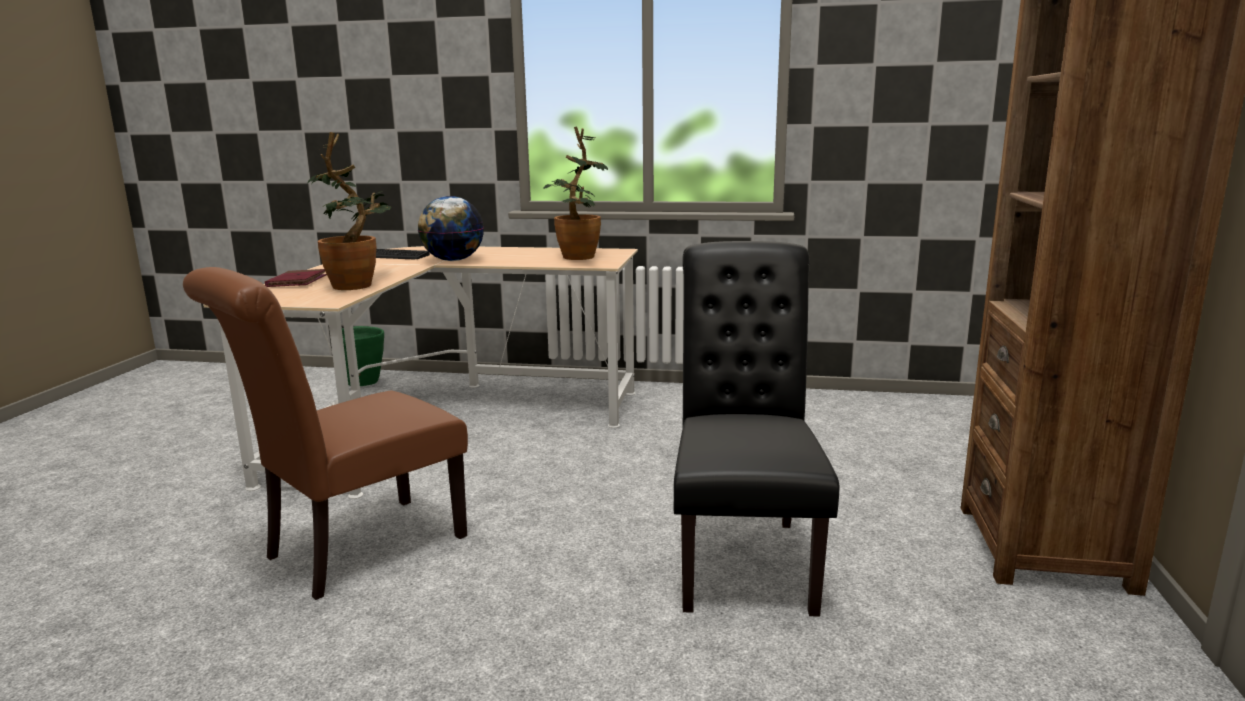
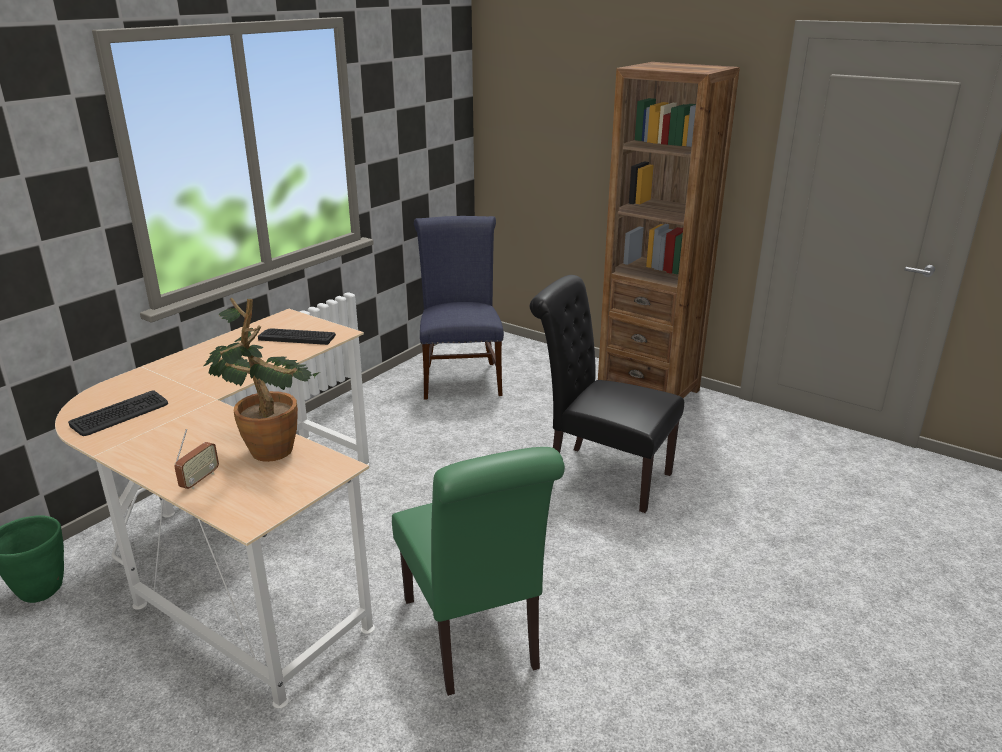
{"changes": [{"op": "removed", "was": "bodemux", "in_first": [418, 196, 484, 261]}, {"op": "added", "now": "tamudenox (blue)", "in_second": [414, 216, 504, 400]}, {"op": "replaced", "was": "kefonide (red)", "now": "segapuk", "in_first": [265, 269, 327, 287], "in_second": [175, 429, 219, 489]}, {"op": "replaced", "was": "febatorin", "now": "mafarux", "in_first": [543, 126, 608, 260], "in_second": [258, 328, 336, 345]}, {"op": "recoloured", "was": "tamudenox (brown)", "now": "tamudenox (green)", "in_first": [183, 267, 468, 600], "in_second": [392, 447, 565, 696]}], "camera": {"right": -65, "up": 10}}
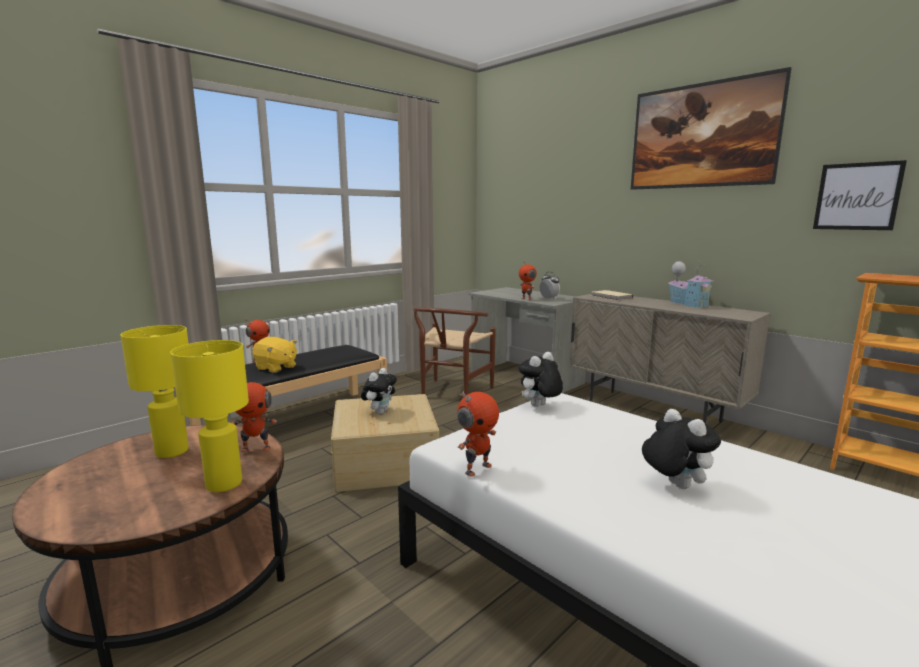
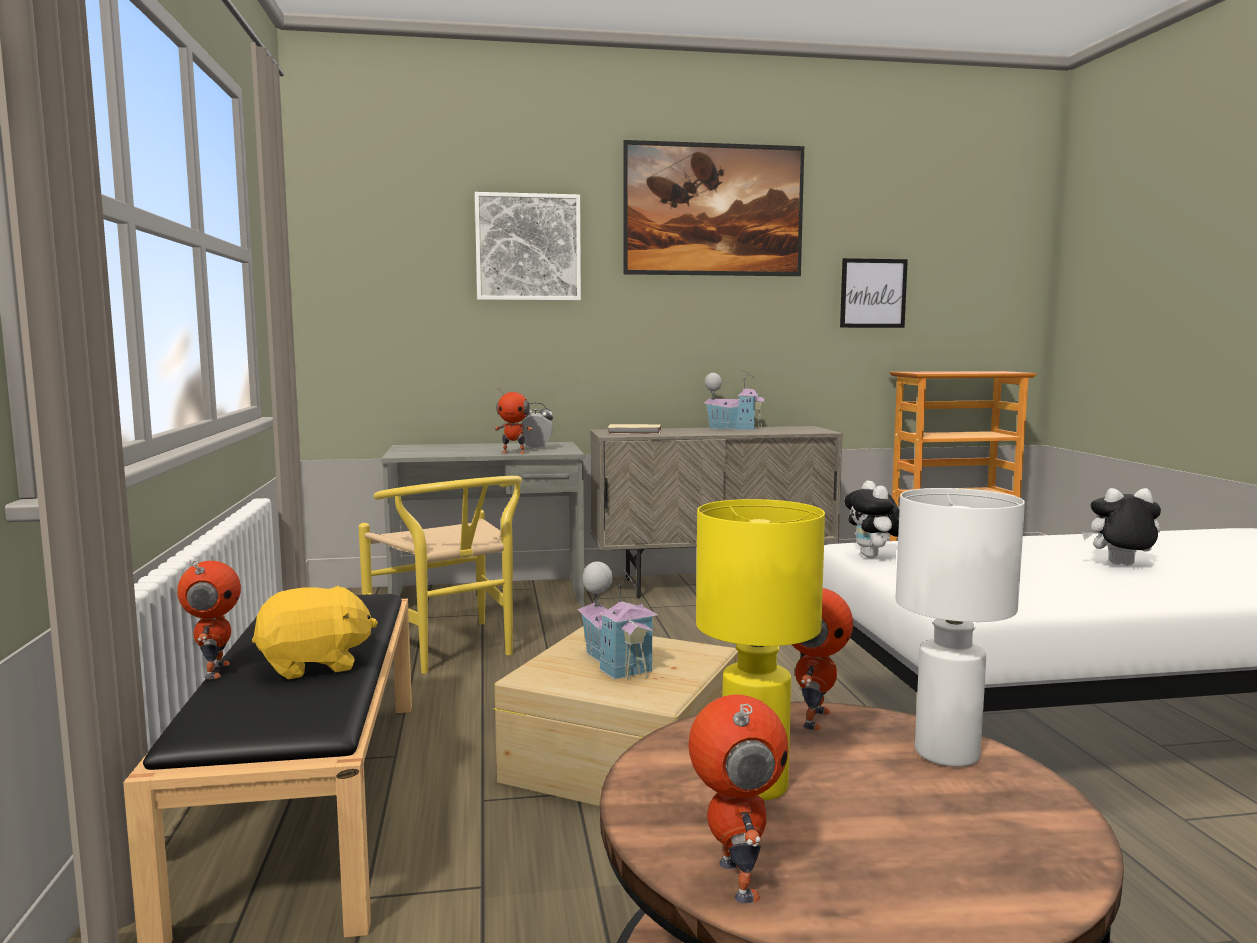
{"changes": [{"op": "added", "now": "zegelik", "in_second": [475, 192, 581, 301]}, {"op": "moved", "was": "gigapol", "in_first": [457, 390, 499, 477], "in_second": [688, 695, 788, 904]}, {"op": "replaced", "was": "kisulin", "now": "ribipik", "in_first": [361, 368, 397, 414], "in_second": [577, 562, 658, 680]}, {"op": "recoloured", "was": "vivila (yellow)", "now": "vivila (white)", "in_first": [170, 340, 249, 492], "in_second": [896, 488, 1025, 767]}, {"op": "recoloured", "was": "tamudenox (brown)", "now": "tamudenox (yellow)", "in_first": [413, 307, 496, 396], "in_second": [359, 476, 522, 674]}], "camera": {"right": -55, "up": -5}}
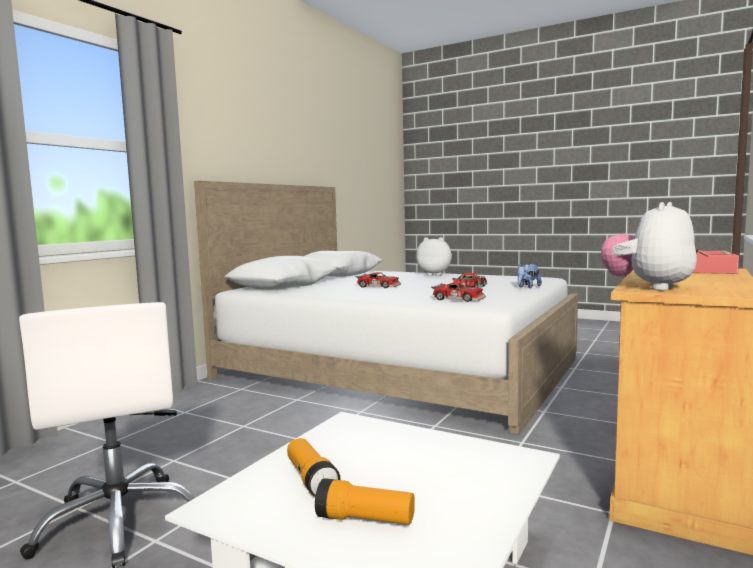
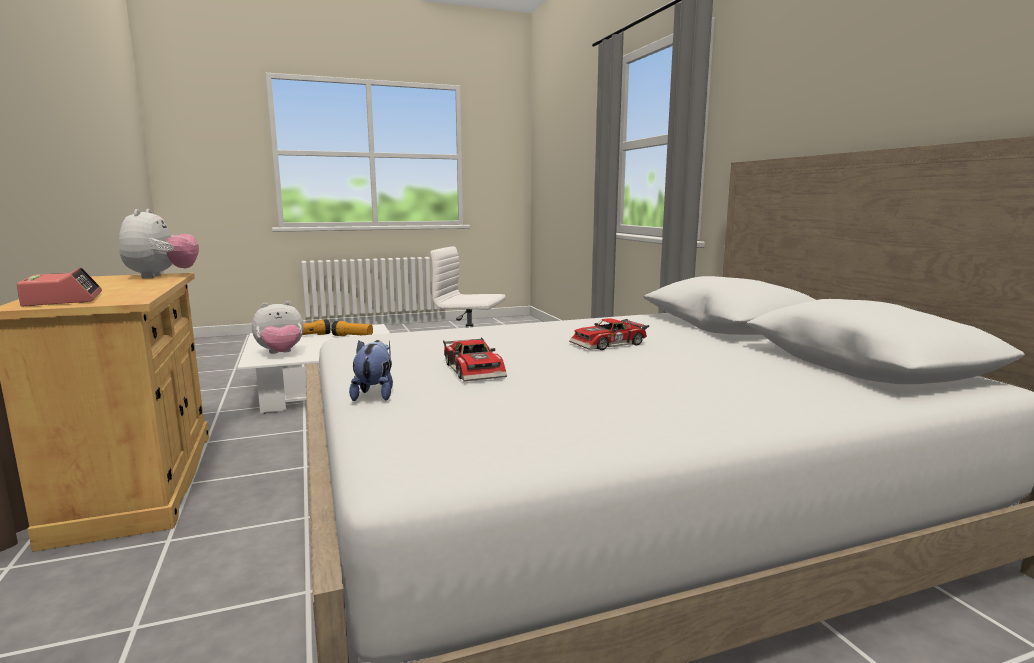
{"changes": [{"op": "removed", "was": "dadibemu", "in_first": [431, 282, 486, 302]}, {"op": "moved", "was": "kisulin", "in_first": [416, 237, 452, 276], "in_second": [252, 301, 304, 354]}], "camera": {"right": 130, "up": 5}}
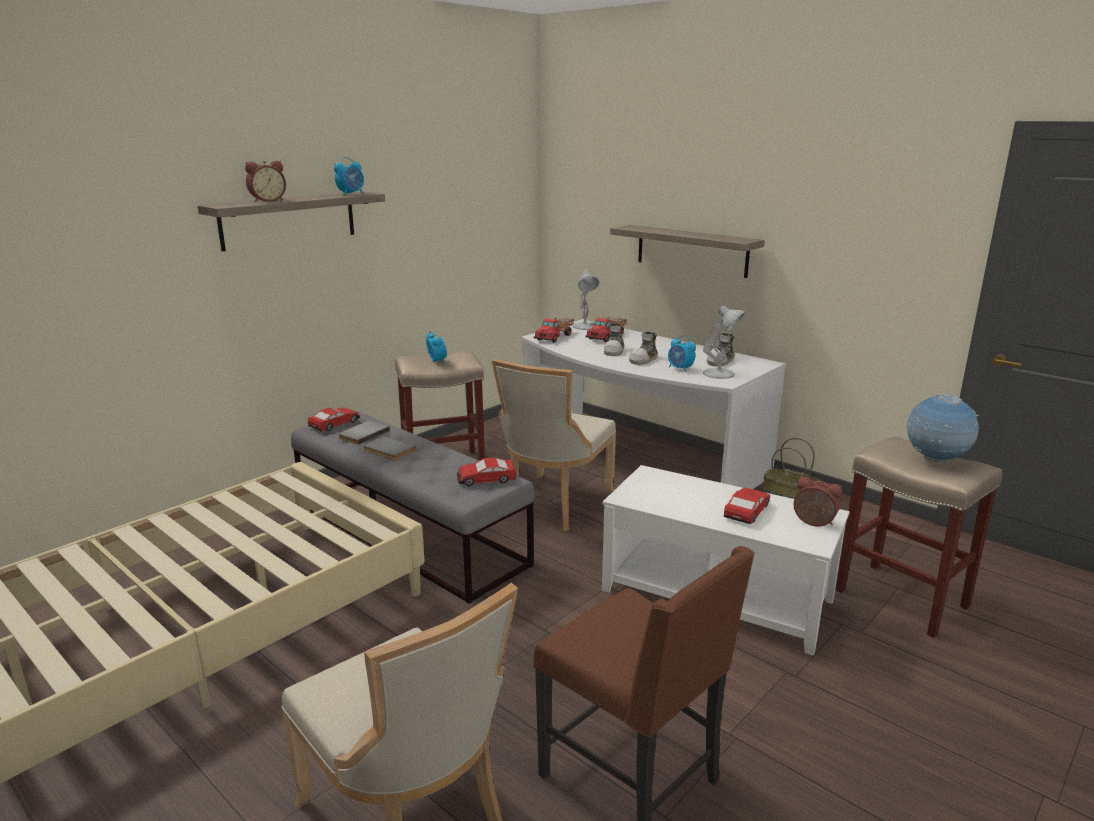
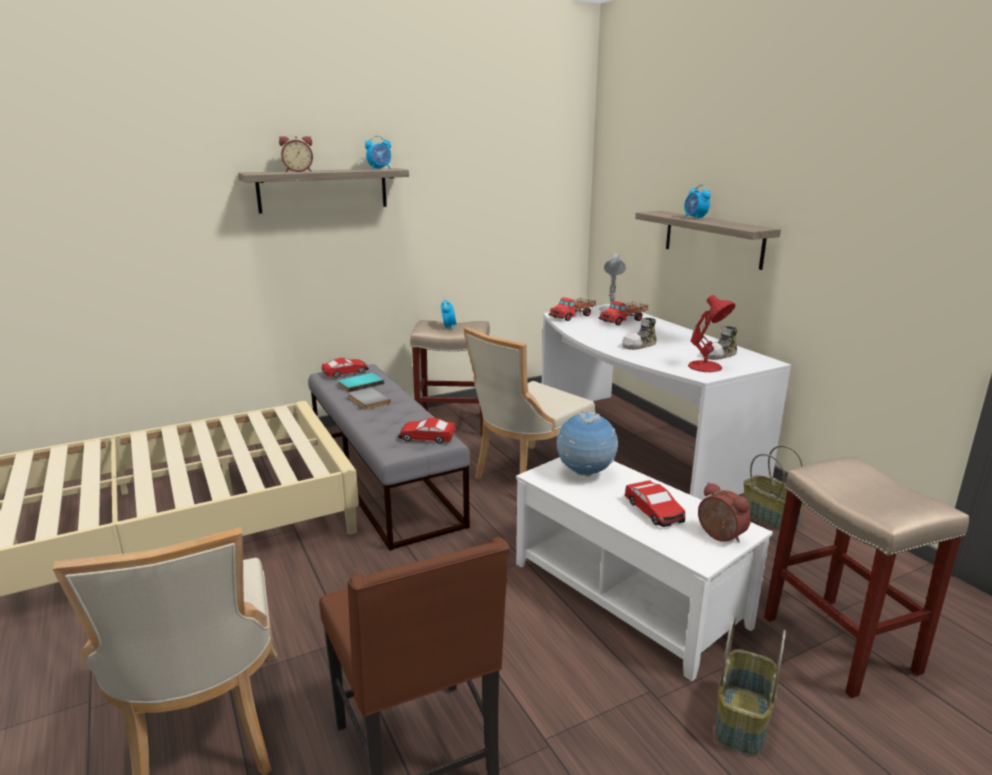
{"changes": [{"op": "removed", "was": "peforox", "in_first": [604, 324, 624, 356]}, {"op": "added", "now": "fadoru", "in_second": [715, 616, 786, 756]}, {"op": "moved", "was": "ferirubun", "in_first": [668, 335, 696, 372], "in_second": [684, 184, 711, 220]}, {"op": "moved", "was": "bodemux", "in_first": [907, 394, 979, 462], "in_second": [557, 411, 618, 476]}, {"op": "recoloured", "was": "kefonide (grey)", "now": "kefonide (turquoise)", "in_first": [338, 421, 390, 445], "in_second": [338, 373, 384, 392]}, {"op": "recoloured", "was": "vivila (white)", "now": "vivila (red)", "in_first": [703, 306, 745, 379], "in_second": [688, 295, 736, 372]}, {"op": "turned", "was": "dadibemu", "in_first": [723, 488, 770, 524], "in_second": [625, 480, 685, 527], "clockwise": 105}], "camera": {"right": 20, "up": 0}}
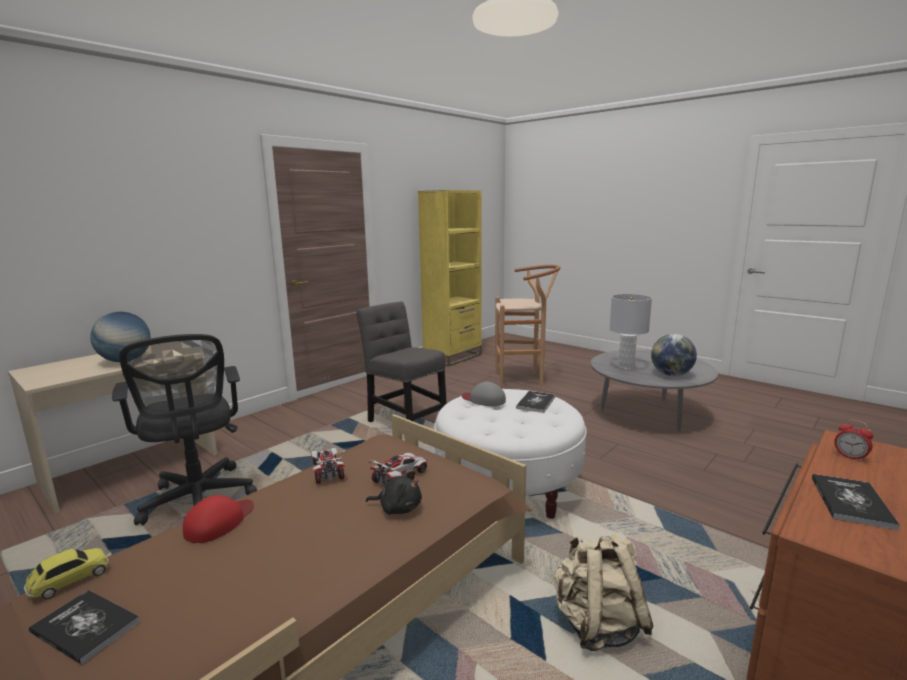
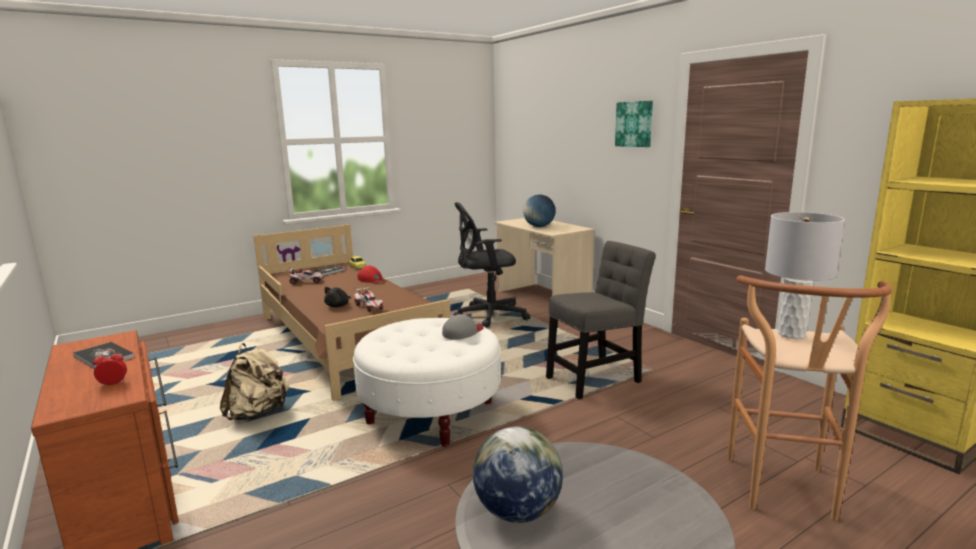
{"changes": [{"op": "removed", "was": "kefonide", "in_first": [516, 391, 555, 413]}, {"op": "added", "now": "zegelik", "in_second": [615, 101, 653, 147]}, {"op": "moved", "was": "dadibemu", "in_first": [310, 448, 345, 484], "in_second": [286, 267, 324, 284]}, {"op": "moved", "was": "vivila (grey)", "in_first": [609, 294, 652, 370], "in_second": [765, 212, 845, 339]}], "camera": {"right": 105, "up": 0}}
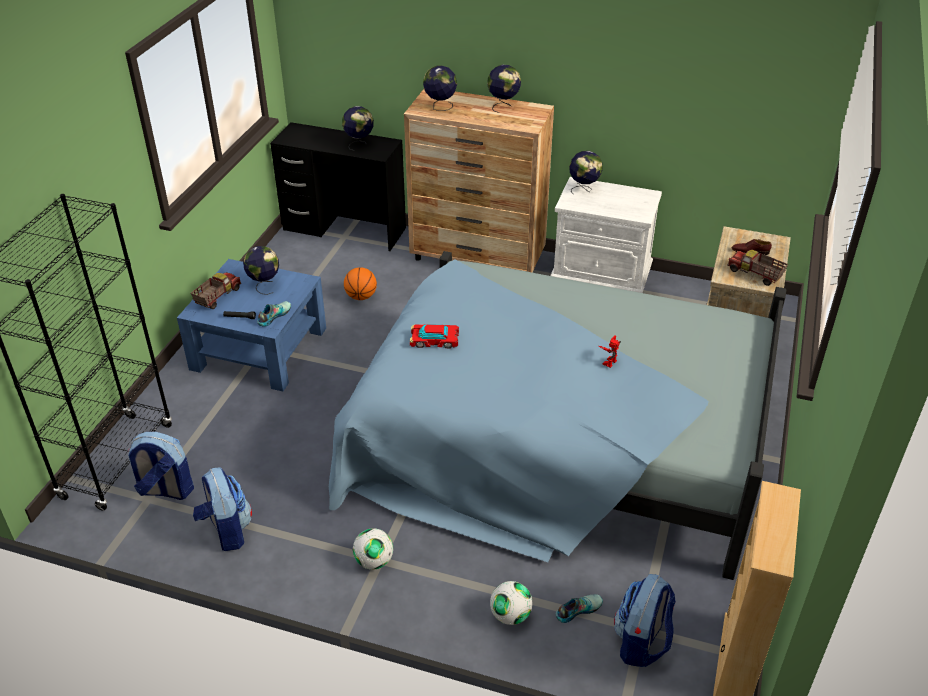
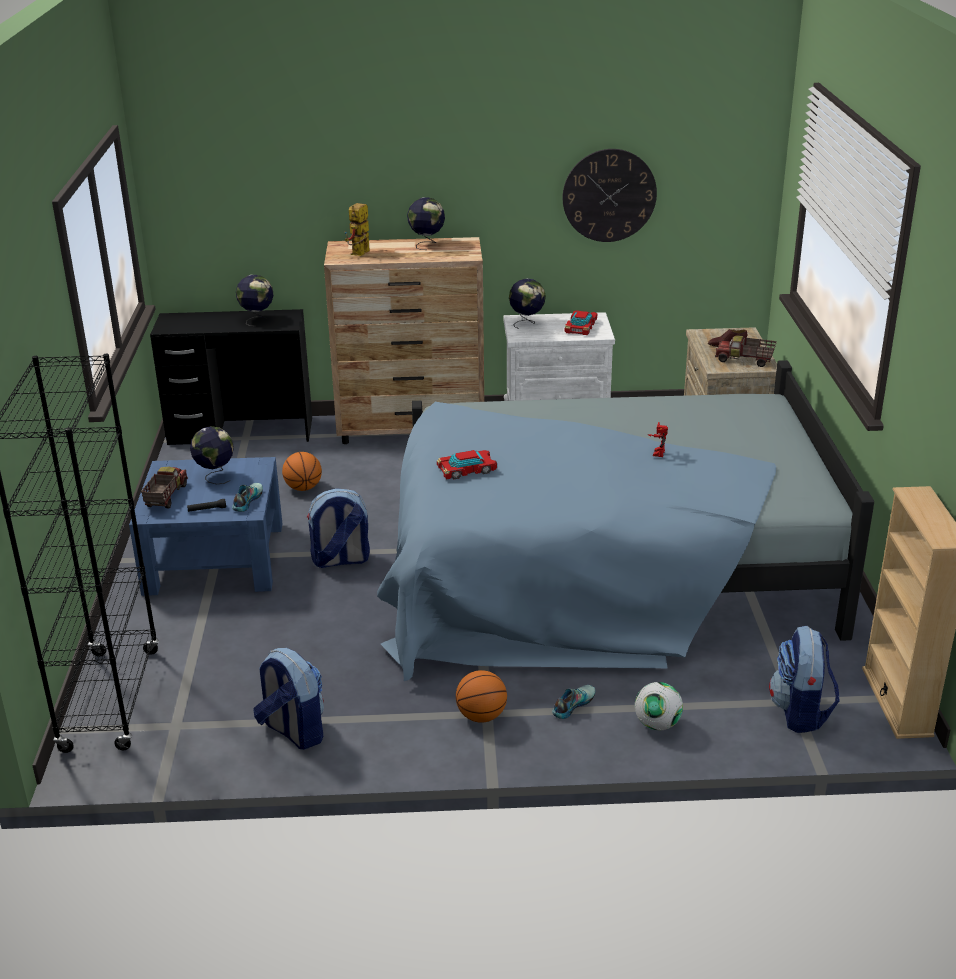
{"changes": [{"op": "added", "now": "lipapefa", "in_second": [563, 149, 657, 242]}, {"op": "added", "now": "dadibemu", "in_second": [565, 310, 597, 335]}, {"op": "moved", "was": "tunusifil", "in_first": [127, 432, 194, 500], "in_second": [307, 488, 370, 568]}, {"op": "moved", "was": "peforox", "in_first": [556, 594, 603, 623], "in_second": [552, 685, 595, 719]}, {"op": "replaced", "was": "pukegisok", "now": "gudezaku", "in_first": [353, 528, 393, 570], "in_second": [456, 670, 507, 723]}, {"op": "replaced", "was": "bodemux", "now": "gigapol", "in_first": [423, 65, 457, 111], "in_second": [345, 203, 370, 256]}], "camera": {"right": -20, "up": -10}}
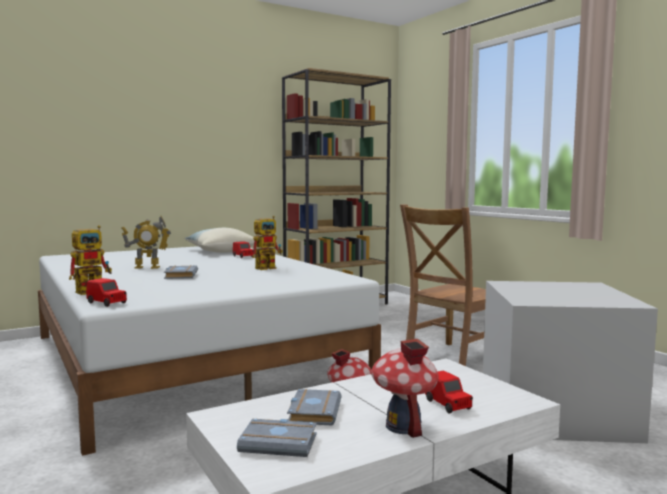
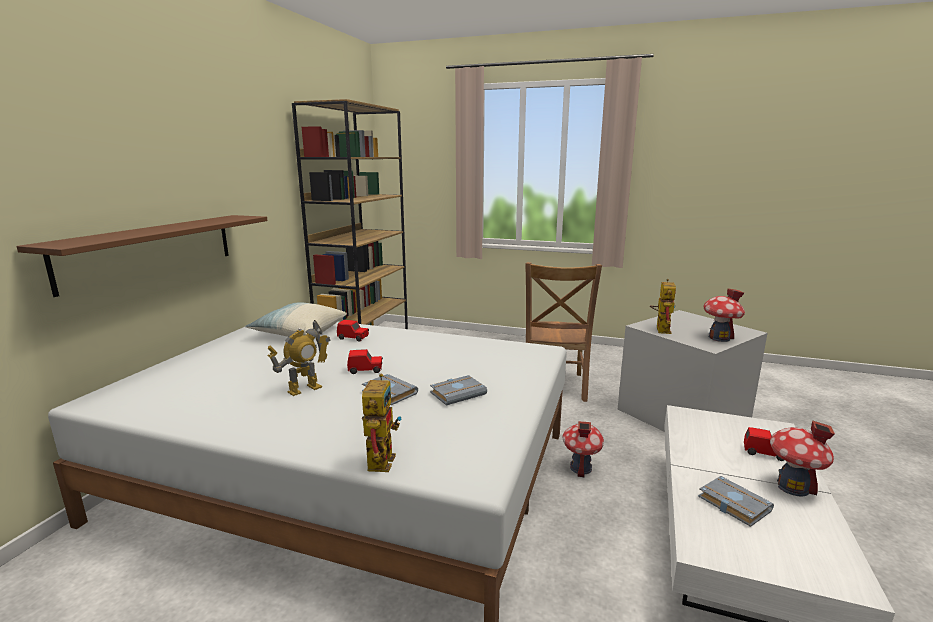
{"changes": [{"op": "added", "now": "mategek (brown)", "in_second": [16, 215, 267, 297]}, {"op": "added", "now": "ribipik", "in_second": [704, 289, 745, 342]}, {"op": "moved", "was": "dadibemu (red)", "in_first": [86, 278, 127, 307], "in_second": [347, 349, 383, 374]}, {"op": "moved", "was": "kefonide (grey)", "in_first": [237, 419, 317, 457], "in_second": [430, 375, 487, 405]}, {"op": "moved", "was": "gigapol", "in_first": [252, 216, 283, 270], "in_second": [650, 279, 676, 334]}], "camera": {"right": -40, "up": 10}}
